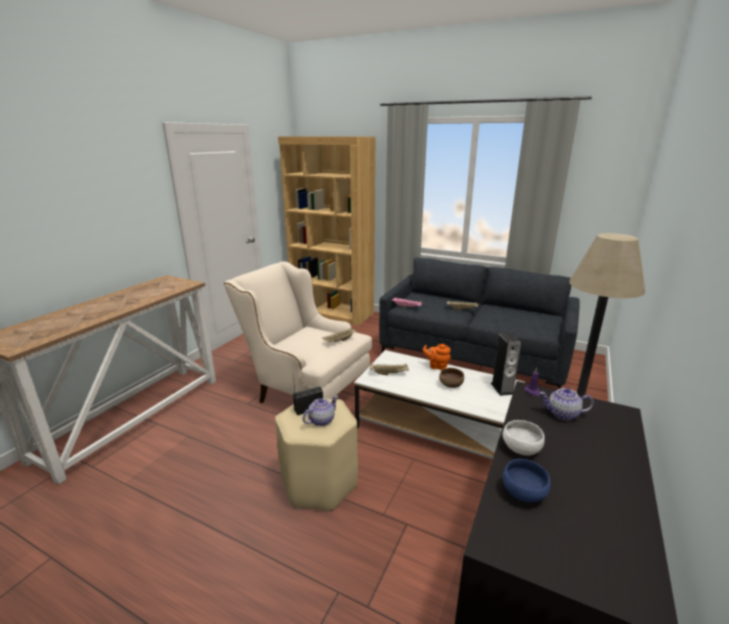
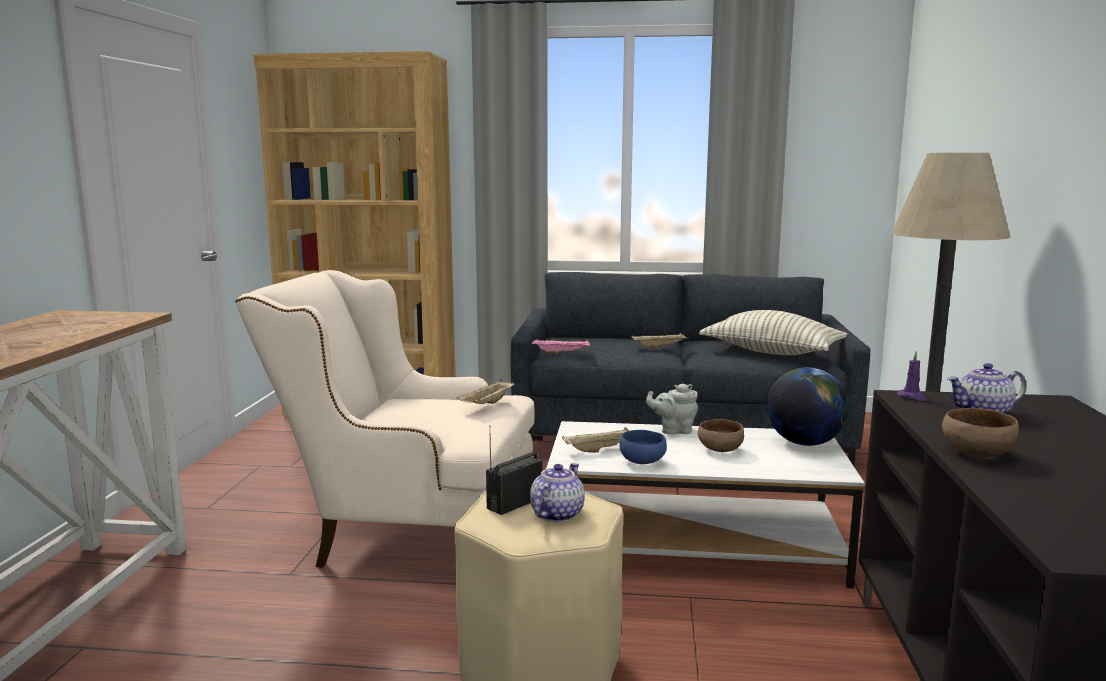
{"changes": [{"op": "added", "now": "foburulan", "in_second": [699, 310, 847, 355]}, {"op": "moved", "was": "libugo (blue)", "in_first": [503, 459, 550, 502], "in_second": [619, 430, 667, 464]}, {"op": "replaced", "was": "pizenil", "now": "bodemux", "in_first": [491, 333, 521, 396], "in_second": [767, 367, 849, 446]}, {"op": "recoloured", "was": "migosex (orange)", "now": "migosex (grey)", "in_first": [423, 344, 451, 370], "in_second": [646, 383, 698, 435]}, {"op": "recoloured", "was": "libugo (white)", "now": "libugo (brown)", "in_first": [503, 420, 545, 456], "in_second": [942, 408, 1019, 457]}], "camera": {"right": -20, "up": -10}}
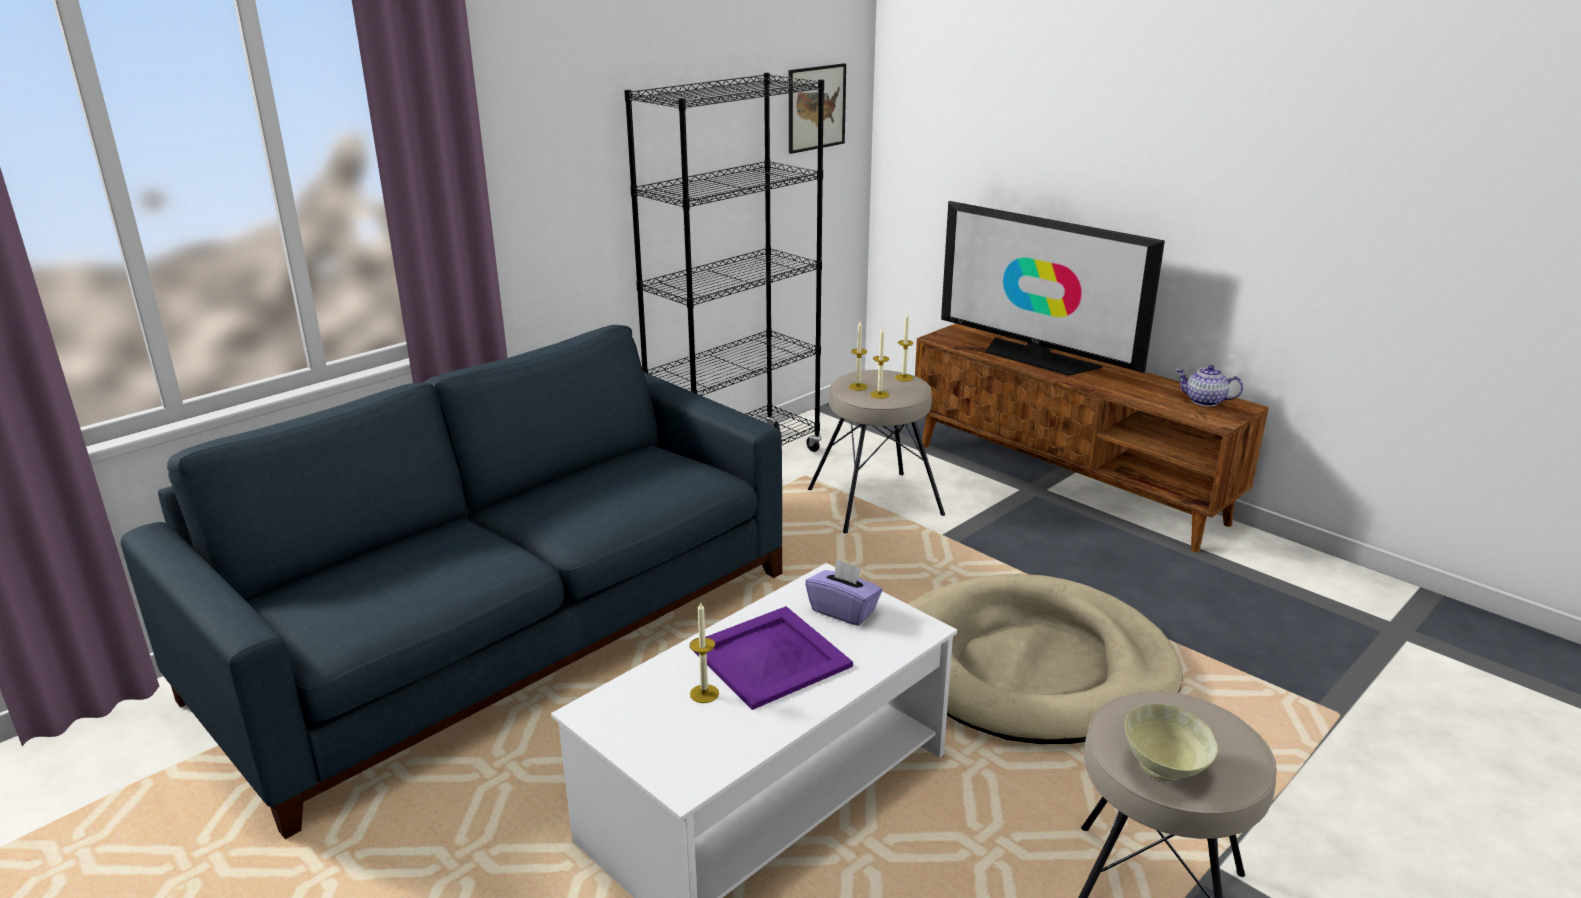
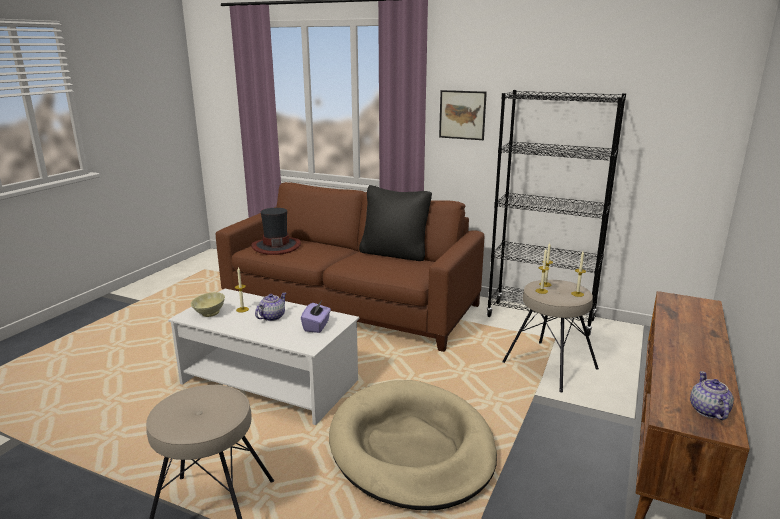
{"changes": [{"op": "removed", "was": "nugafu", "in_first": [941, 201, 1165, 376]}, {"op": "added", "now": "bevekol", "in_second": [251, 208, 301, 255]}, {"op": "added", "now": "foburulan (black)", "in_second": [359, 185, 432, 261]}, {"op": "moved", "was": "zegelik", "in_first": [789, 63, 846, 154], "in_second": [439, 90, 487, 140]}, {"op": "moved", "was": "libugo (beige)", "in_first": [1125, 703, 1218, 781], "in_second": [191, 292, 225, 317]}, {"op": "replaced", "was": "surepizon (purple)", "now": "migosex", "in_first": [690, 606, 853, 710], "in_second": [255, 292, 286, 321]}, {"op": "recoloured", "was": "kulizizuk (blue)", "now": "kulizizuk (brown)", "in_first": [121, 325, 782, 839], "in_second": [216, 182, 484, 352]}], "camera": {"right": 70, "up": -5}}
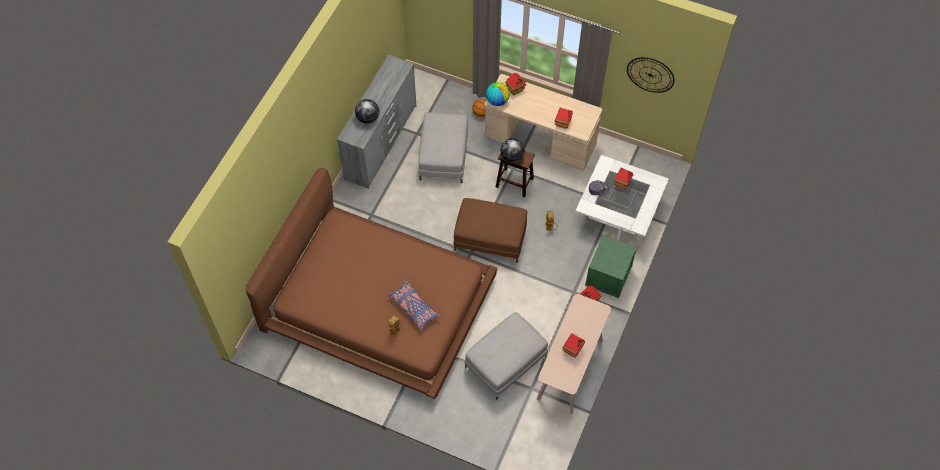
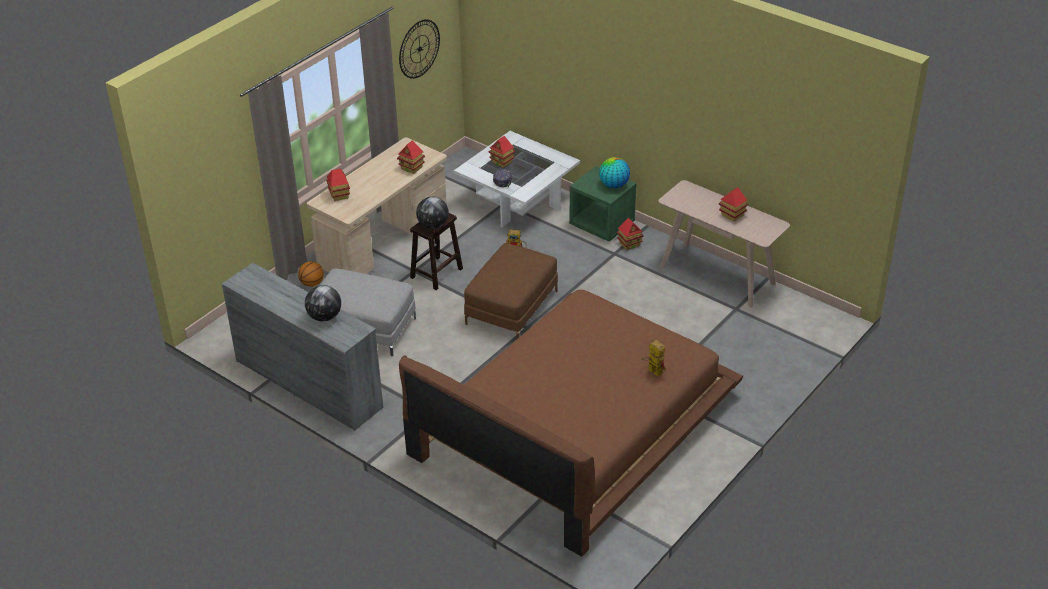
{"changes": [{"op": "removed", "was": "foburulan (blue)", "in_first": [389, 281, 440, 331]}, {"op": "removed", "was": "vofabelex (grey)", "in_first": [465, 312, 548, 400]}, {"op": "moved", "was": "bodemux", "in_first": [486, 82, 510, 106], "in_second": [599, 157, 630, 188]}], "camera": {"right": -75, "up": -20}}
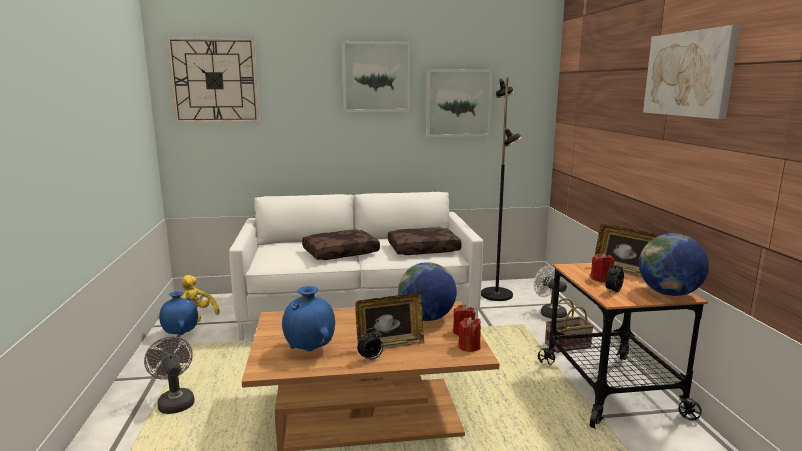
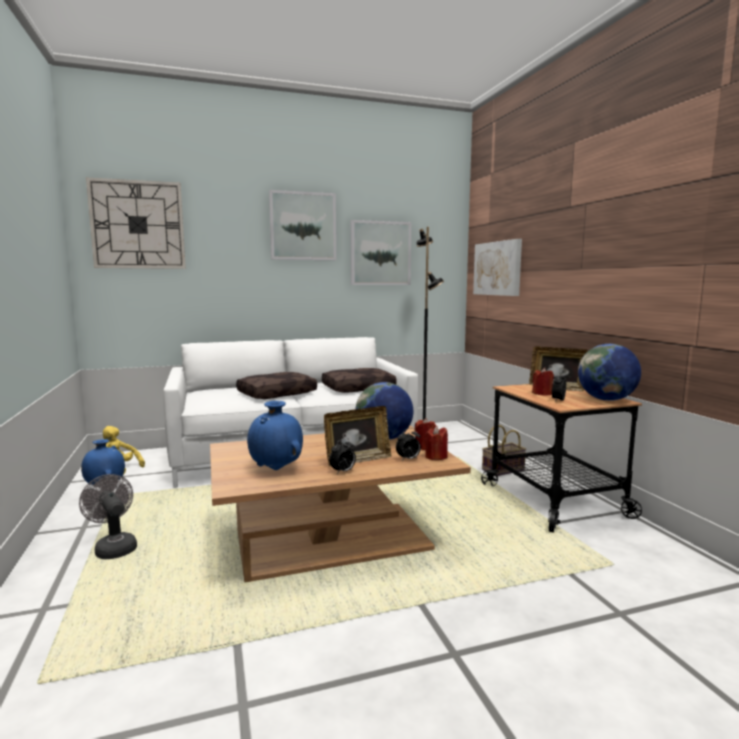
{"changes": [{"op": "removed", "was": "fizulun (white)", "in_first": [534, 266, 567, 319]}, {"op": "added", "now": "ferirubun", "in_second": [396, 428, 421, 461]}, {"op": "moved", "was": "zegelik", "in_first": [643, 25, 740, 119], "in_second": [473, 239, 522, 296]}], "camera": {"right": -10, "up": -5}}
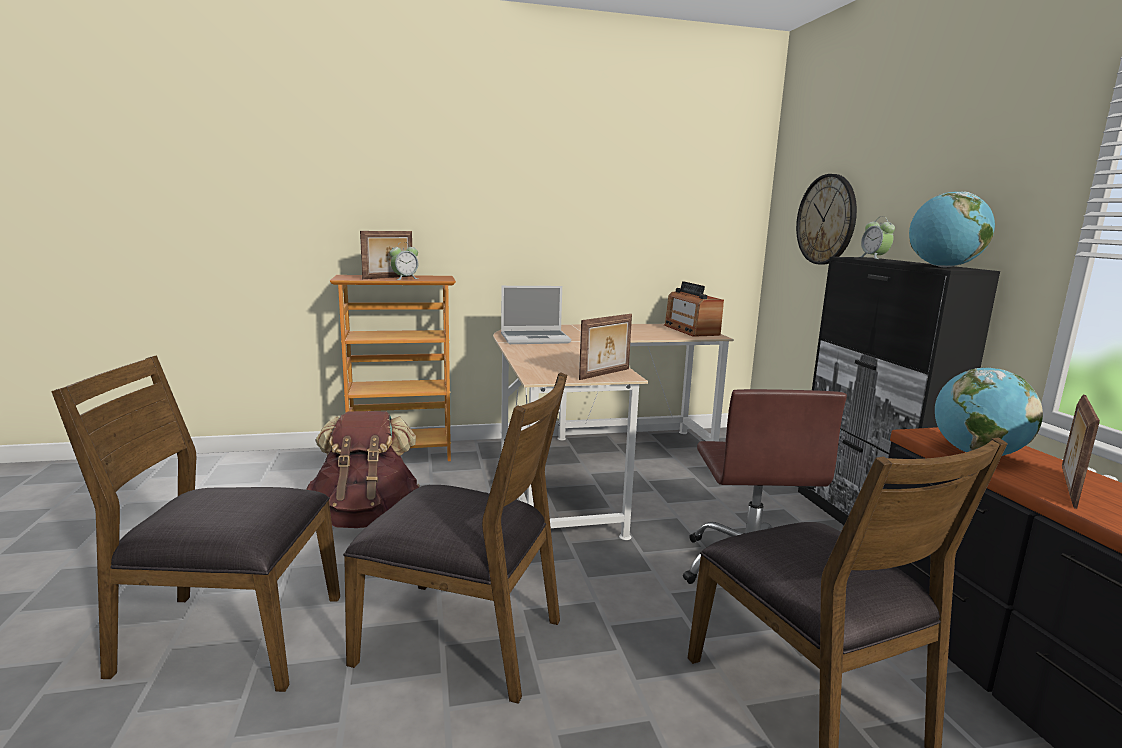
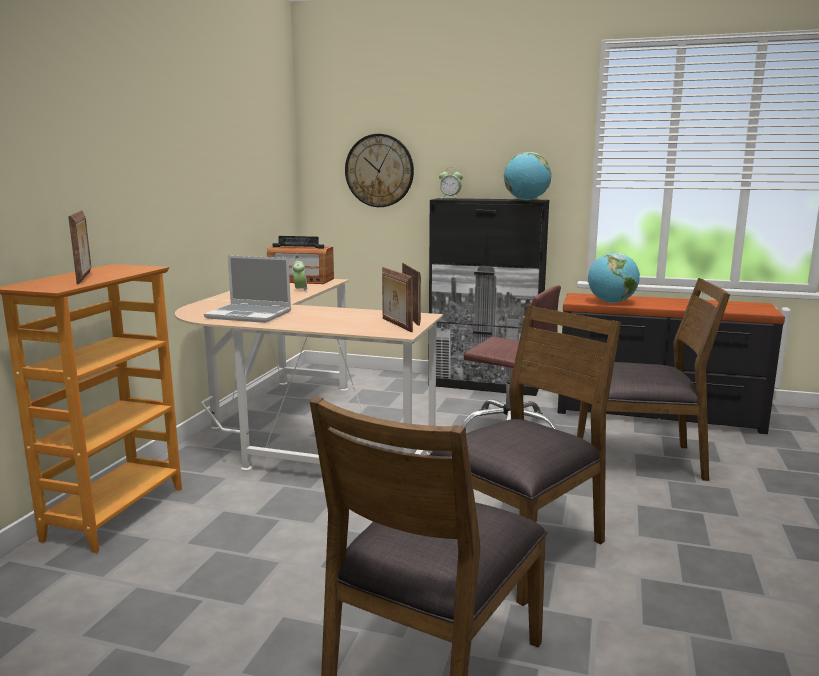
{"changes": [{"op": "removed", "was": "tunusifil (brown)", "in_first": [306, 411, 420, 528]}, {"op": "moved", "was": "ferirubun", "in_first": [389, 242, 418, 280], "in_second": [293, 258, 307, 293]}, {"op": "moved", "was": "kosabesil", "in_first": [1062, 395, 1100, 509], "in_second": [382, 267, 413, 332]}, {"op": "turned", "was": "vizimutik", "in_first": [501, 286, 571, 344], "in_second": [204, 255, 291, 323], "clockwise": 90}], "camera": {"right": -60, "up": 0}}
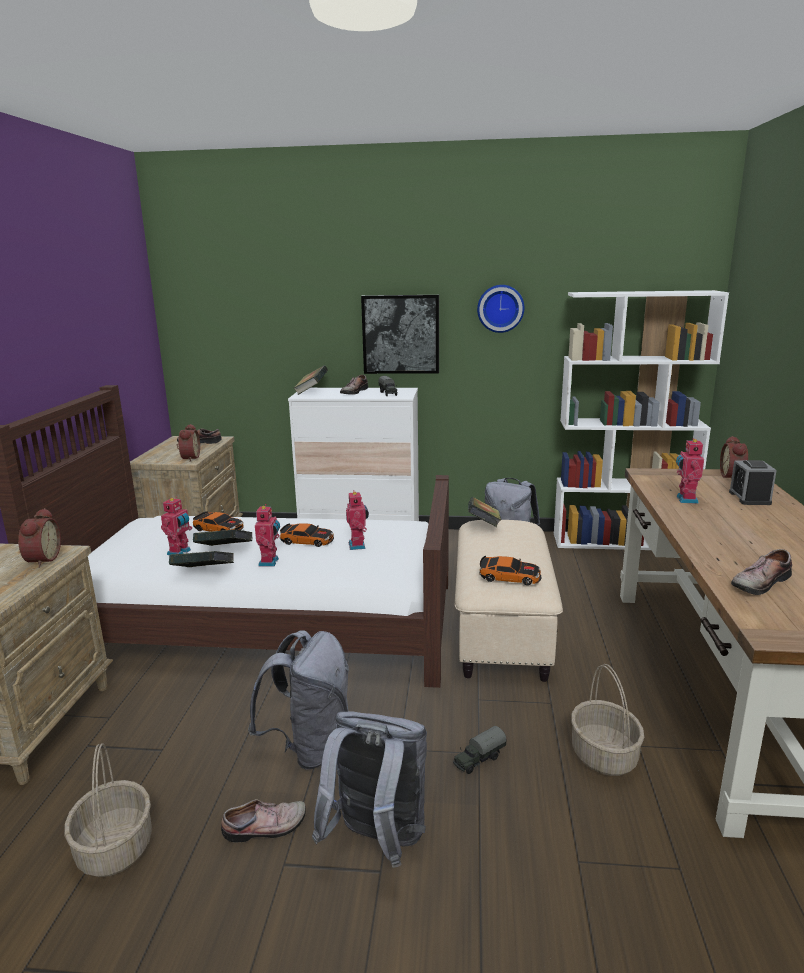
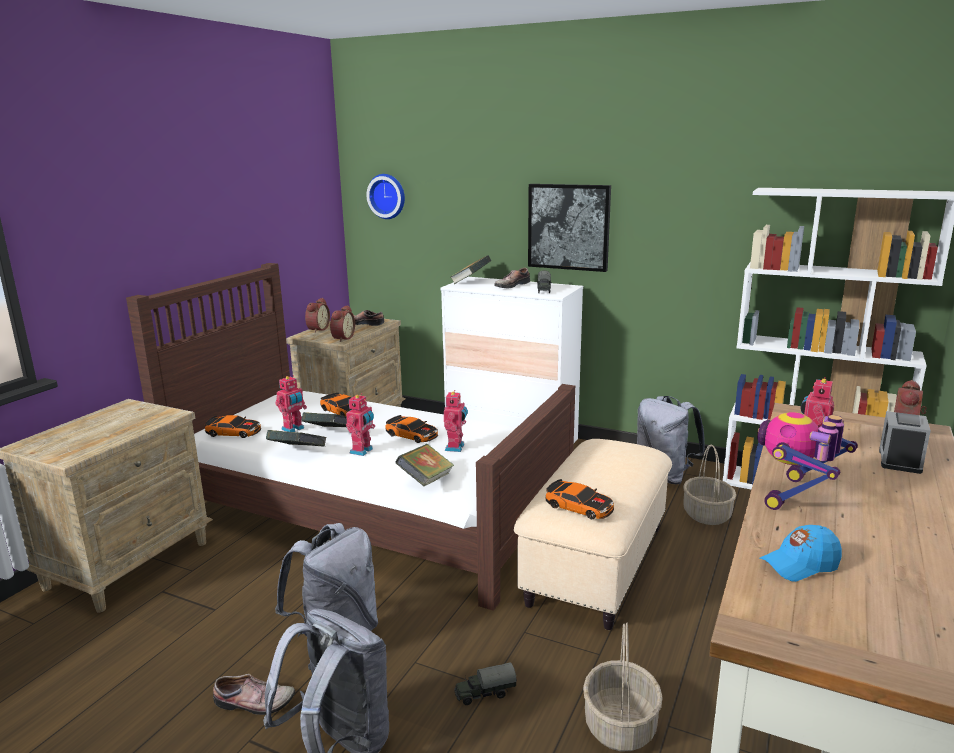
{"changes": [{"op": "added", "now": "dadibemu", "in_second": [205, 415, 261, 438]}, {"op": "added", "now": "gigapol", "in_second": [757, 412, 858, 510]}, {"op": "moved", "was": "ferirubun", "in_first": [18, 508, 61, 568], "in_second": [305, 298, 330, 333]}, {"op": "moved", "was": "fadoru", "in_first": [64, 743, 152, 877], "in_second": [683, 445, 736, 525]}, {"op": "moved", "was": "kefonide", "in_first": [468, 497, 501, 527], "in_second": [395, 444, 454, 486]}, {"op": "moved", "was": "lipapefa", "in_first": [477, 285, 524, 333], "in_second": [366, 174, 405, 219]}, {"op": "replaced", "was": "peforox", "now": "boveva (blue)", "in_first": [731, 549, 792, 595], "in_second": [759, 525, 842, 582]}], "camera": {"right": 20, "up": 0}}
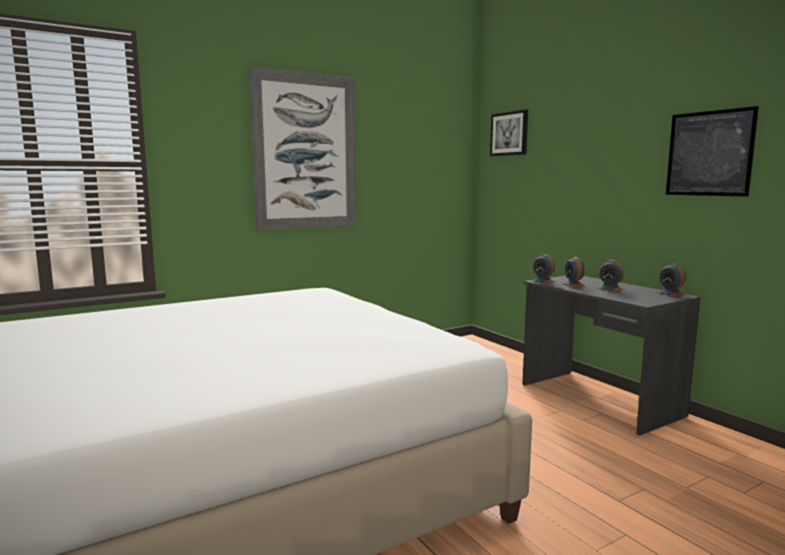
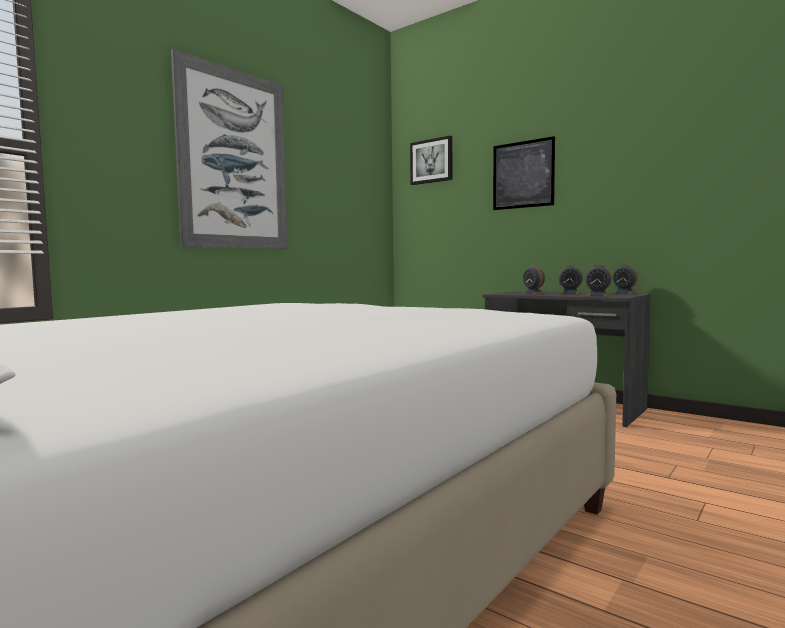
{"changes": [{"op": "moved", "was": "ferirubun", "in_first": [532, 255, 555, 284], "in_second": [585, 265, 612, 297]}, {"op": "moved", "was": "zegelik", "in_first": [666, 106, 759, 197], "in_second": [493, 136, 555, 210]}], "camera": {"right": -20, "up": -5}}
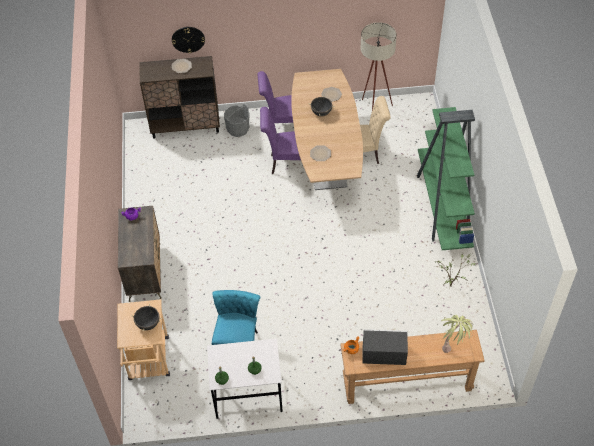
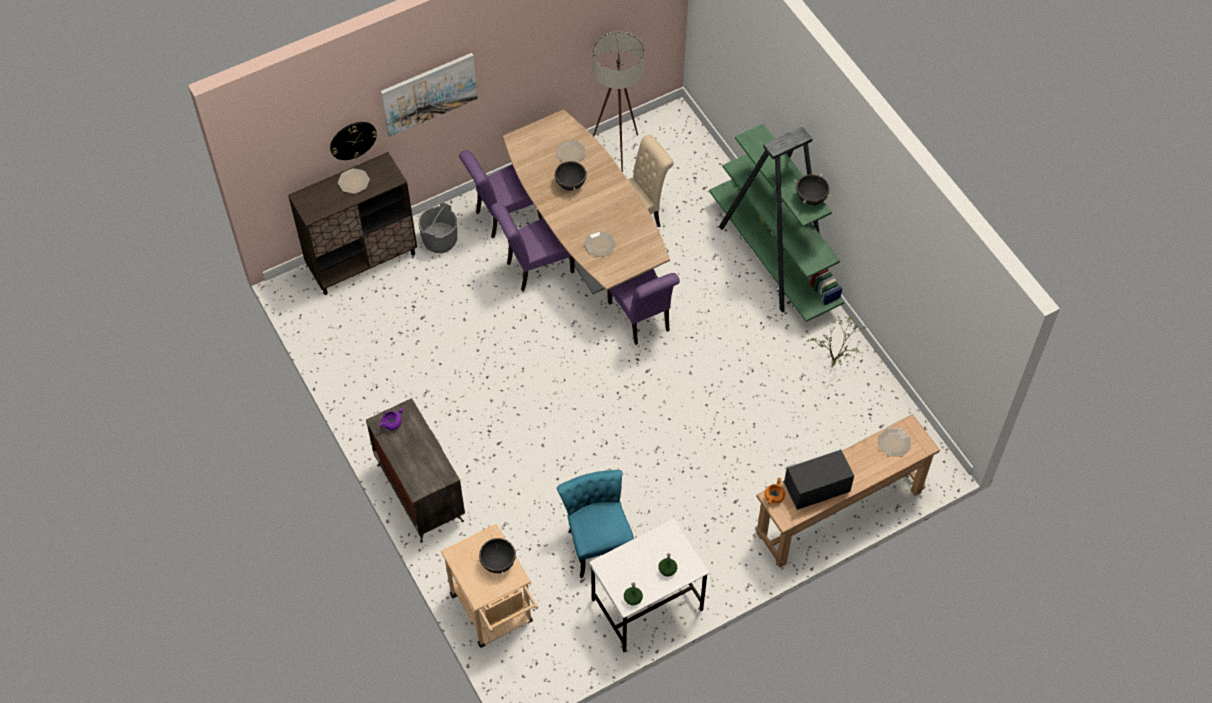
{"changes": [{"op": "added", "now": "zegelik", "in_second": [380, 53, 478, 137]}, {"op": "added", "now": "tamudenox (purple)", "in_second": [607, 269, 680, 345]}, {"op": "added", "now": "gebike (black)", "in_second": [794, 173, 831, 205]}, {"op": "replaced", "was": "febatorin", "now": "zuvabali", "in_first": [441, 315, 473, 353], "in_second": [878, 428, 911, 457]}], "camera": {"right": -25, "up": 5}}
